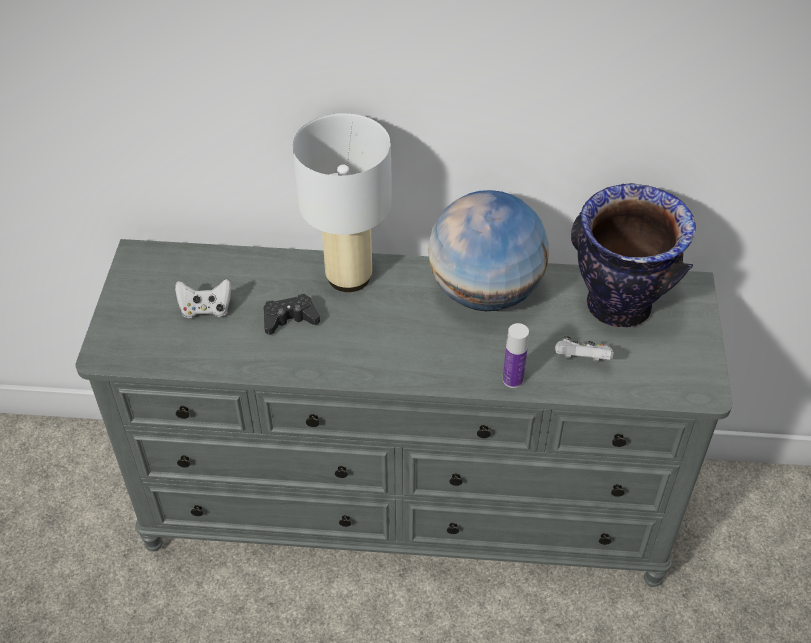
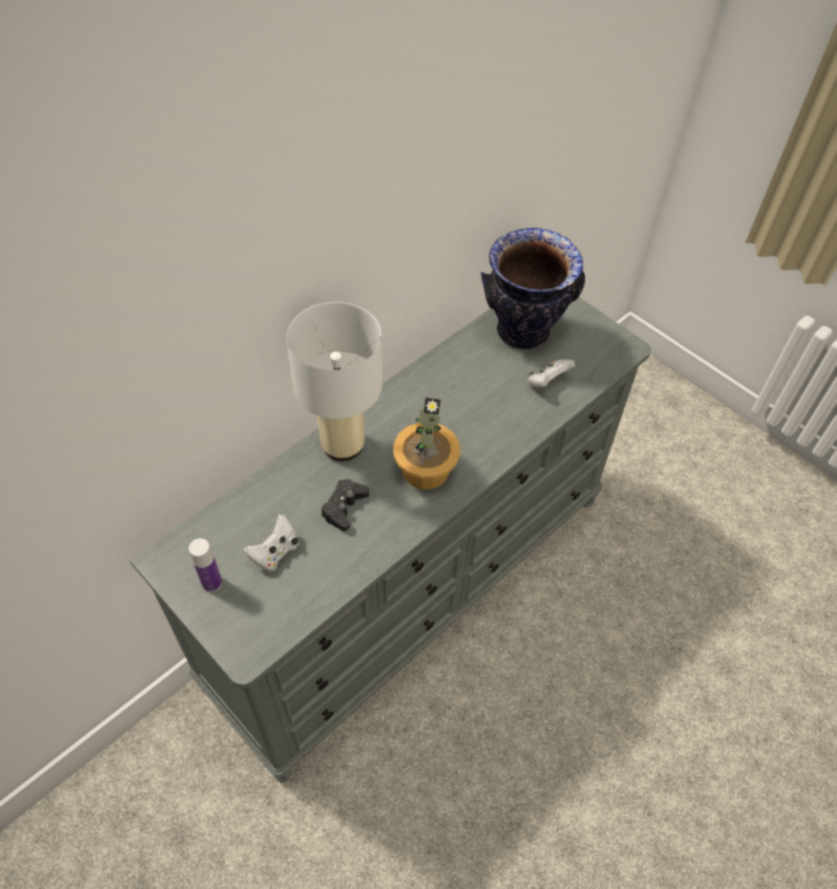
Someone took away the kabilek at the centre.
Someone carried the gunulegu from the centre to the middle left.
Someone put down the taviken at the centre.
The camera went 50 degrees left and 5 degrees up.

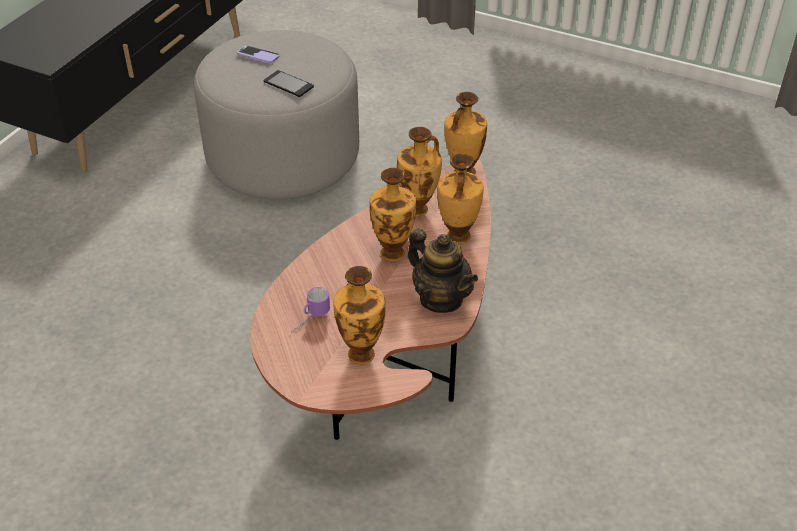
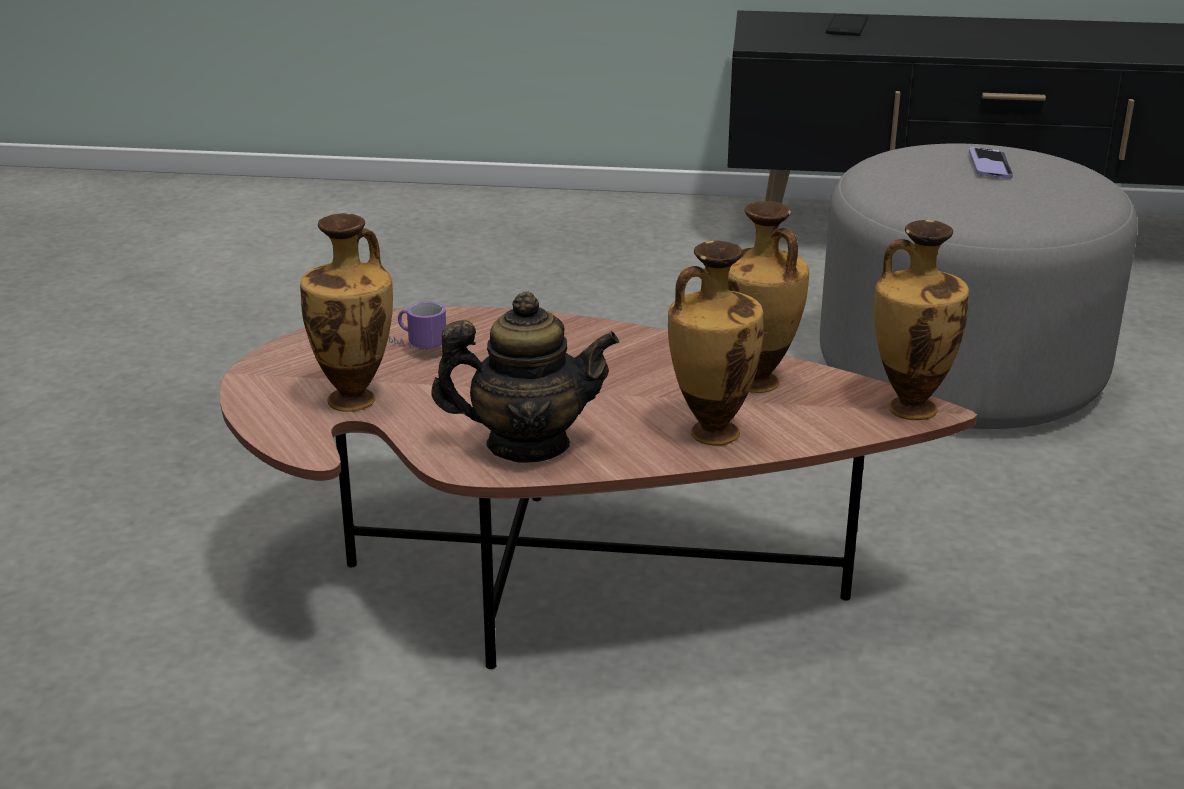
Someone carried the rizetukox (2nd from left in the first image) from the top centre to the top right.
Someone took away the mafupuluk (2nd from left) at the centre.
Someone rotated the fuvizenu at the centre by 120 degrees counterclockwise.
The camera went 70 degrees right and 15 degrees down.

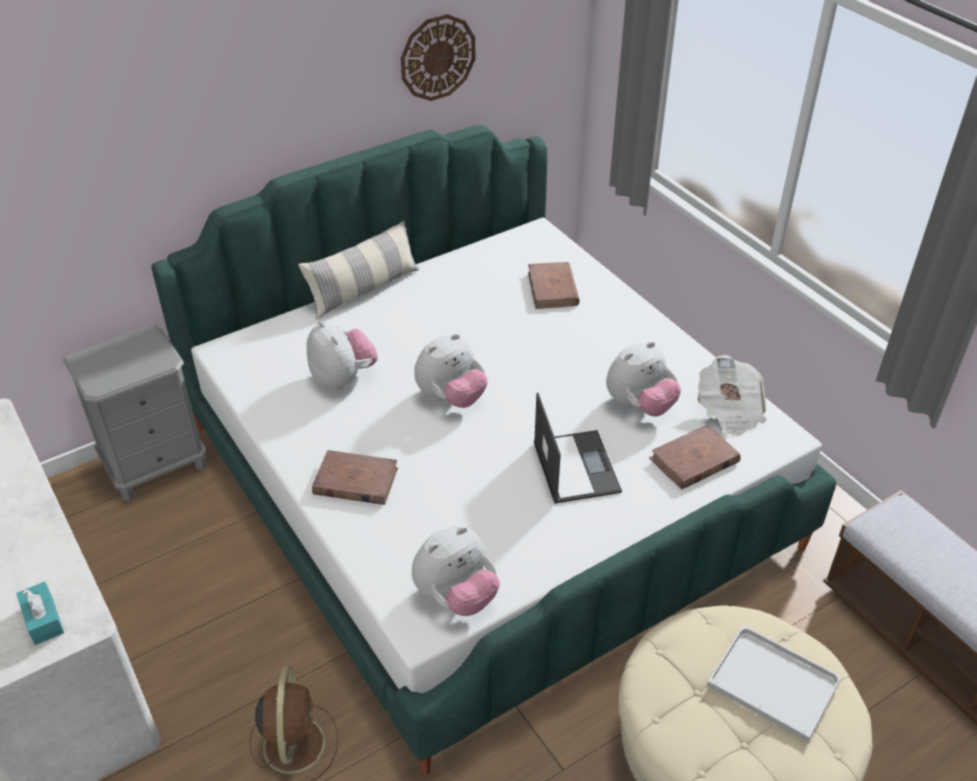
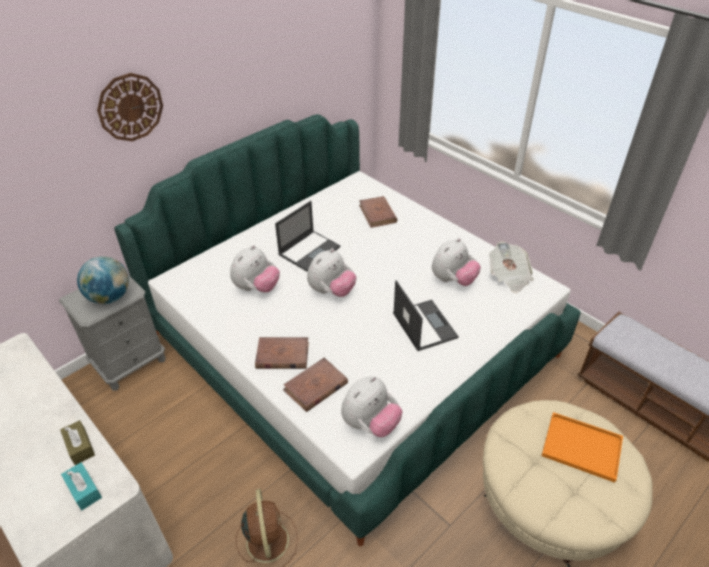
Someone took away the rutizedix at the centre.
Someone rotated the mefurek (1st from left) at the centre by 75 degrees clockwise.
Someone carried the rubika from the top centre to the top left.
Someone carried the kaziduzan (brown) (3rd from left in the first image) from the middle right to the bottom centre.
Someone repainted the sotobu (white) at the bottom right, which became the sotobu (orange) at the bottom right.
Someone put down the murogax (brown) at the bottom left.
Someone put down the kabilek at the middle left.
Someone put down the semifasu (1st from left) at the centre.
The camera went 10 degrees left and 0 degrees up.

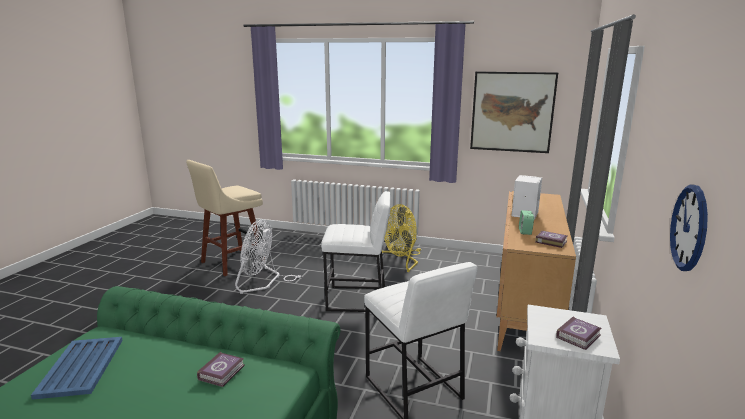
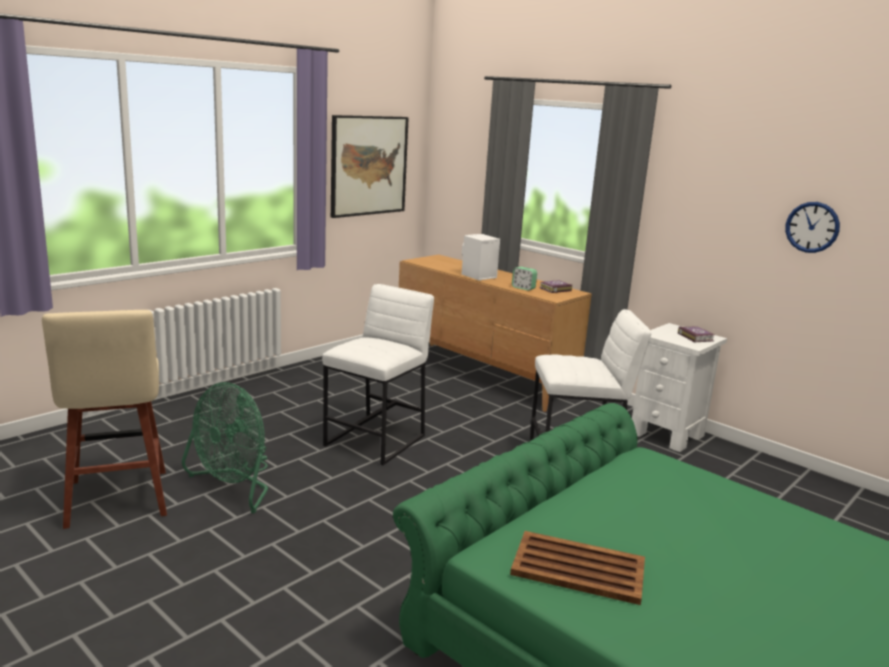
Someone repainted the sotobu (blue) at the bottom left, which became the sotobu (brown) at the bottom centre.
Someone took away the kaziduzan (1st from left) at the bottom left.
Someone repainted the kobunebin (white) at the centre, which became the kobunebin (green) at the bottom left.
Someone took away the kobunebin (yellow) at the centre.
The camera went 65 degrees left and 0 degrees up.

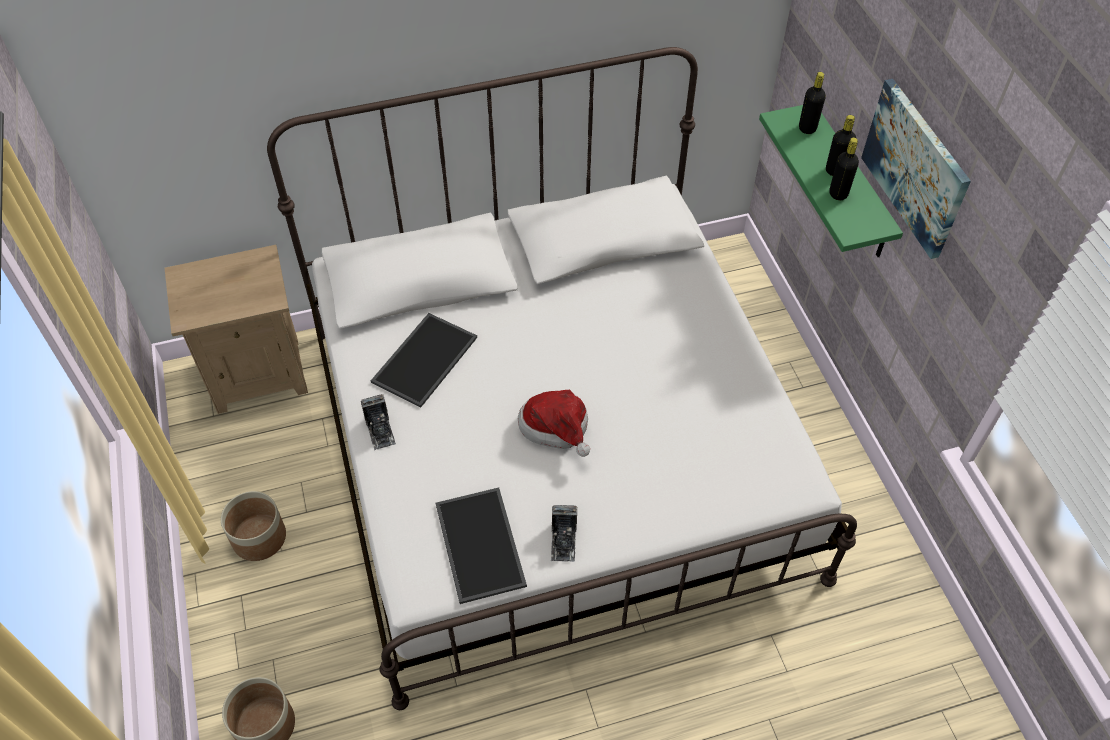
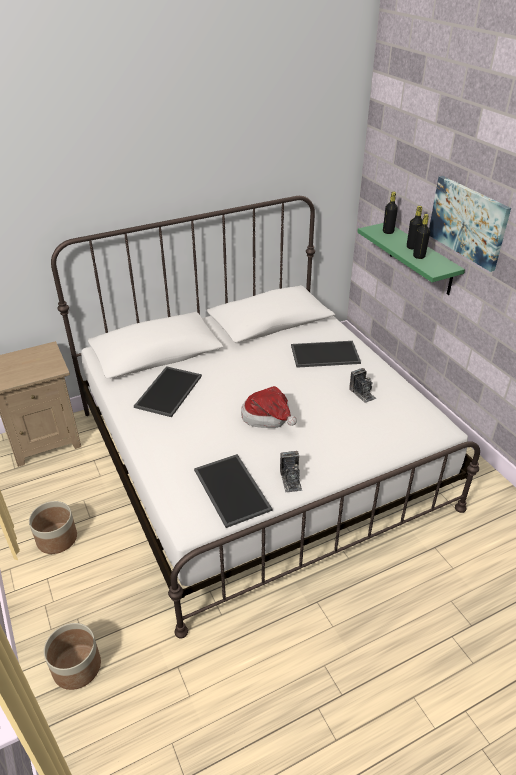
Someone carried the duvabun (1st from left in the first image) from the centre to the middle right.
Someone put down the sotobu (3rd from left) at the centre.
The camera went 10 degrees left and 15 degrees down.

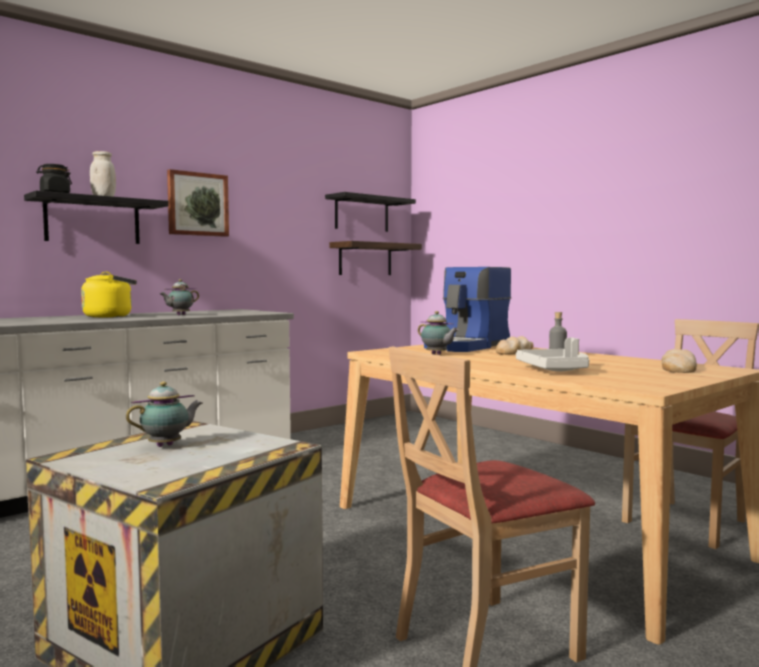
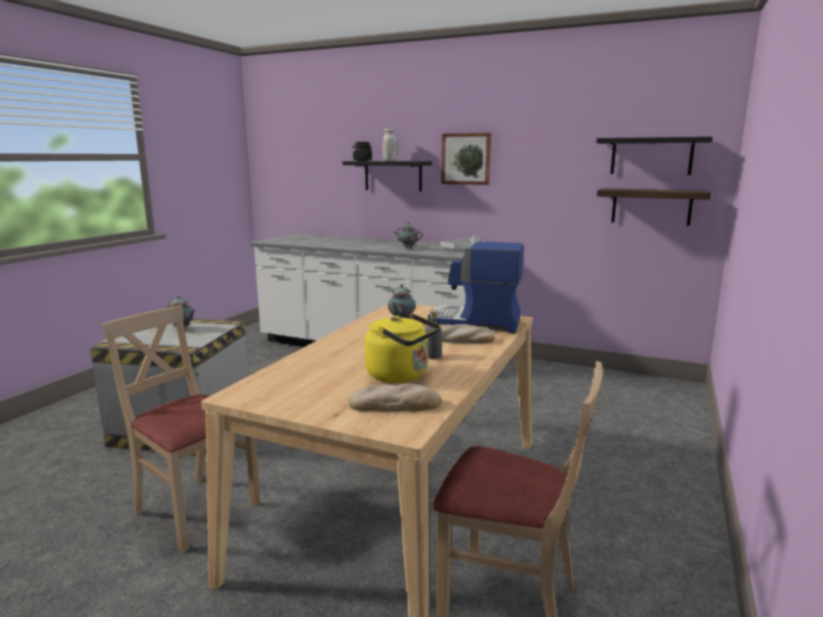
Someone carried the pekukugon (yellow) from the middle left to the centre.
Someone carried the sotobu (grey) from the middle right to the centre.
The camera went 65 degrees right and 10 degrees up.

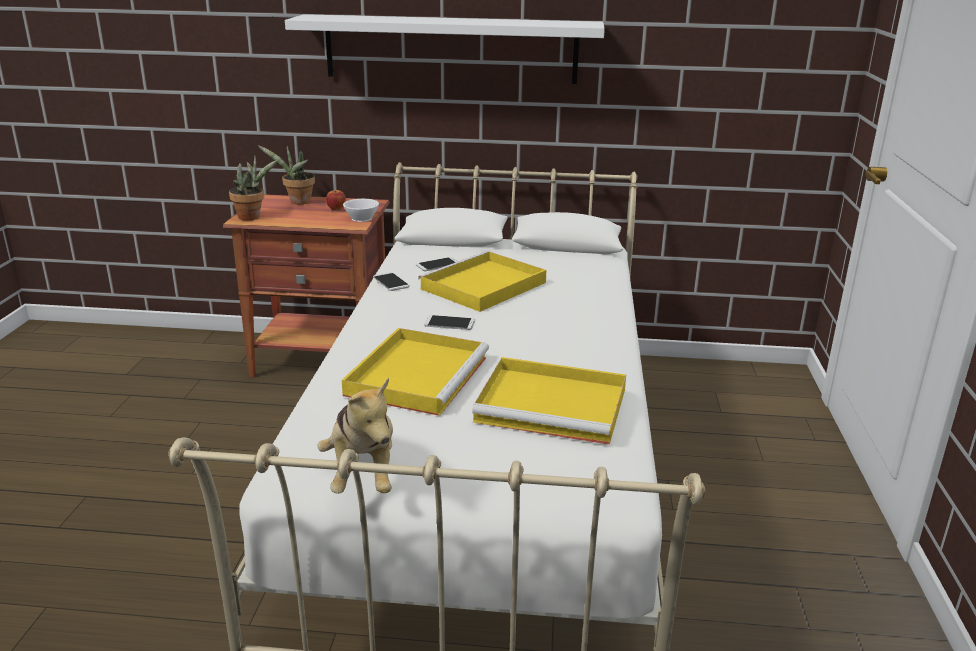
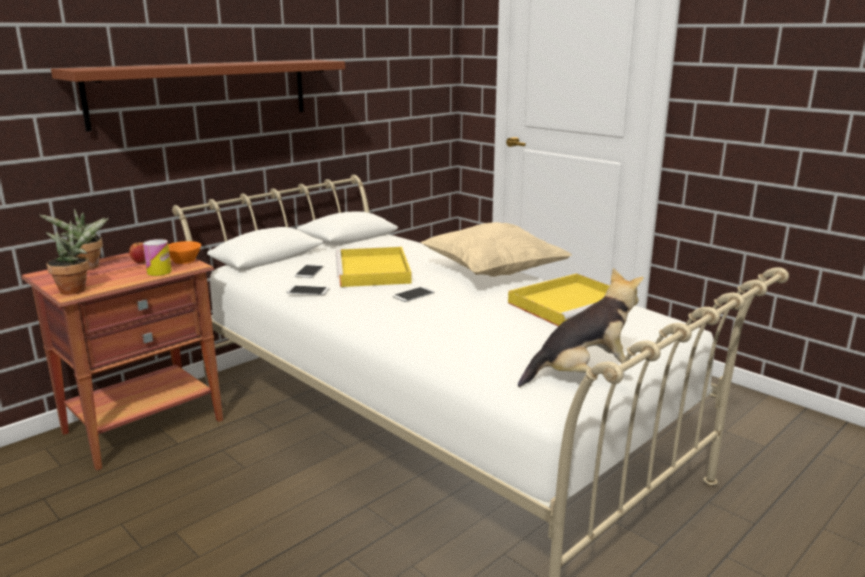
Someone repainted the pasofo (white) at the top centre, which became the pasofo (brown) at the top left.
Someone rotated the mefurek at the bottom centre by 45 degrees counterclockwise.
Someone took away the sotobu (yellow) (1st from left) at the centre.
Someone repainted the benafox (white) at the top centre, which became the benafox (orange) at the middle left.
Someone put down the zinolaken at the middle left.
Someone put down the rutizedix (beige) at the centre.
The camera went 50 degrees left and 5 degrees down.

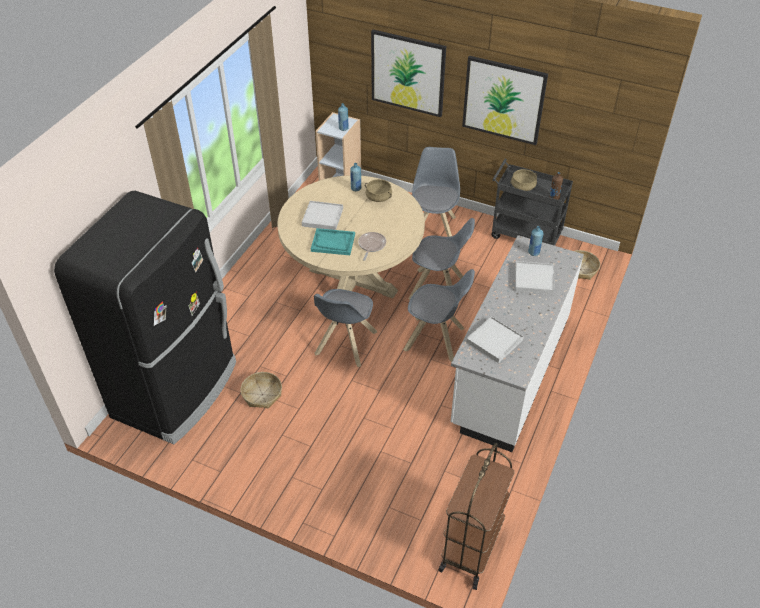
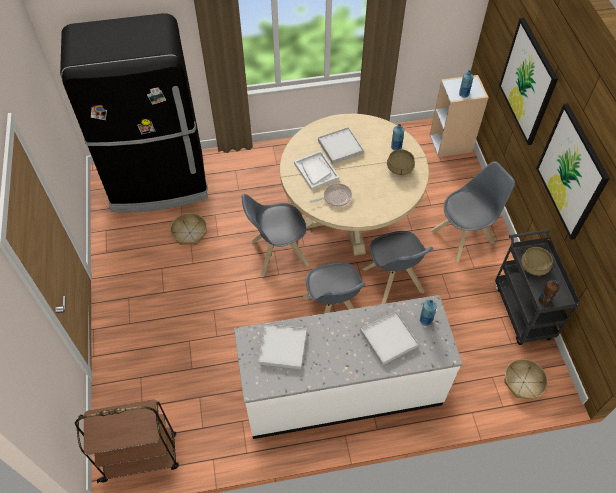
Someone repainted the sotobu (turquoise) at the centre, which became the sotobu (white) (2nd from left) at the centre.
The camera went 55 degrees right and 10 degrees up.

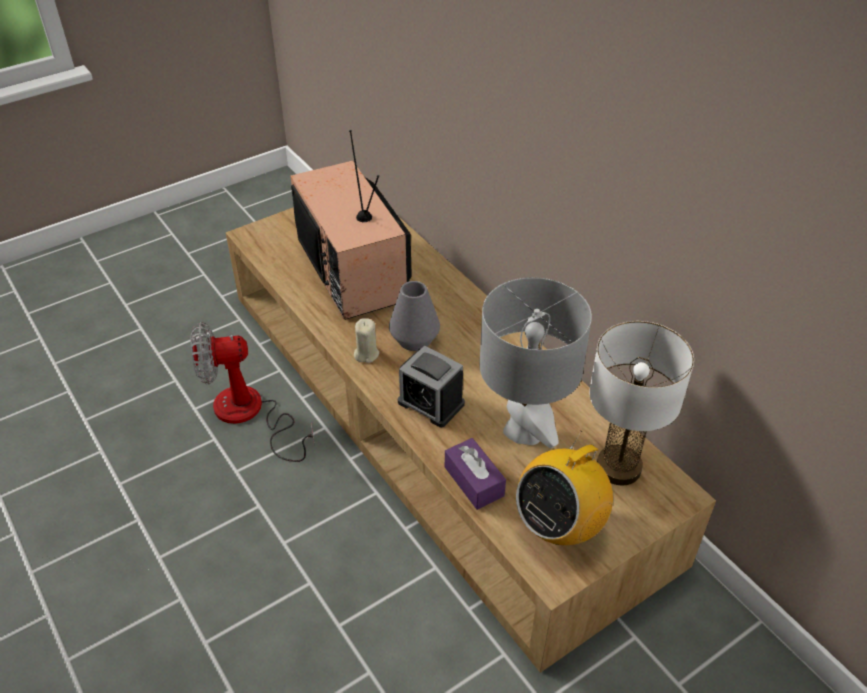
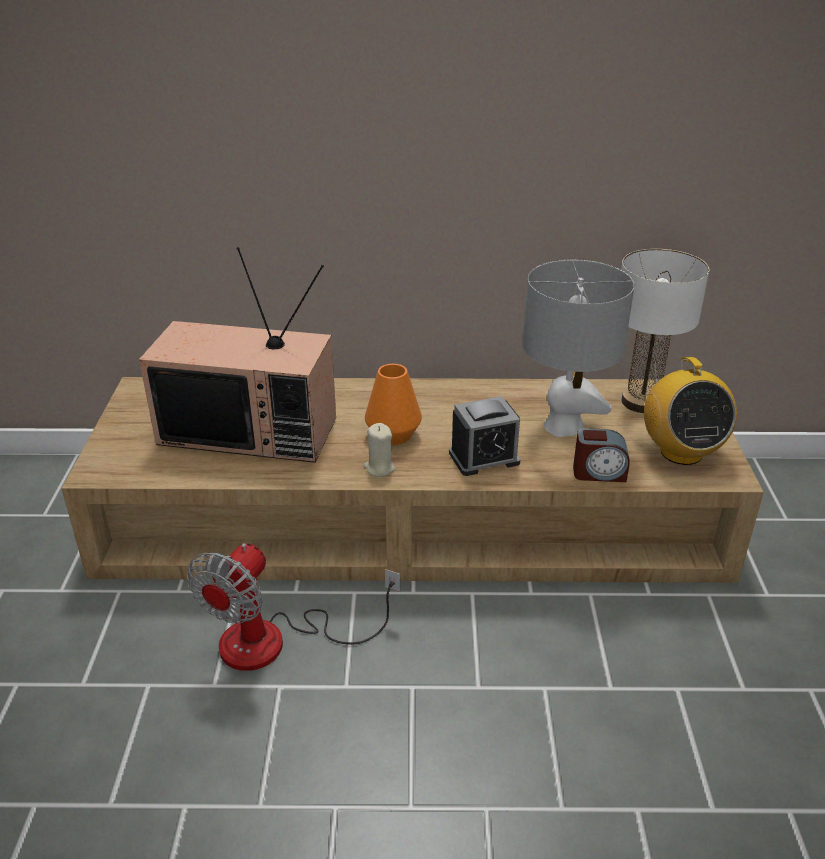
Someone repainted the mafupuluk (grey) at the centre, which became the mafupuluk (orange) at the centre.
Someone swapped the murogax (purple) at the bottom centre for the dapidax (2nd from left) at the middle right.
The camera went 55 degrees left and 10 degrees down.

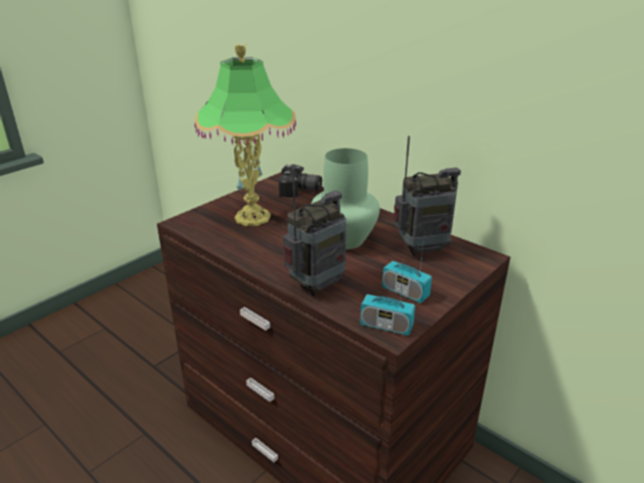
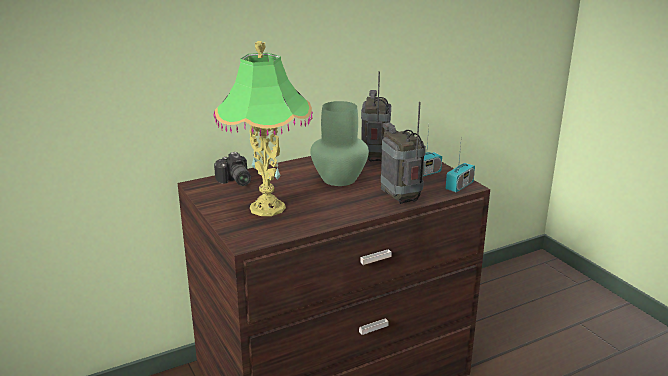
Someone rotated the duvabun at the centre by 120 degrees clockwise.
The camera went 70 degrees left and 5 degrees down.

